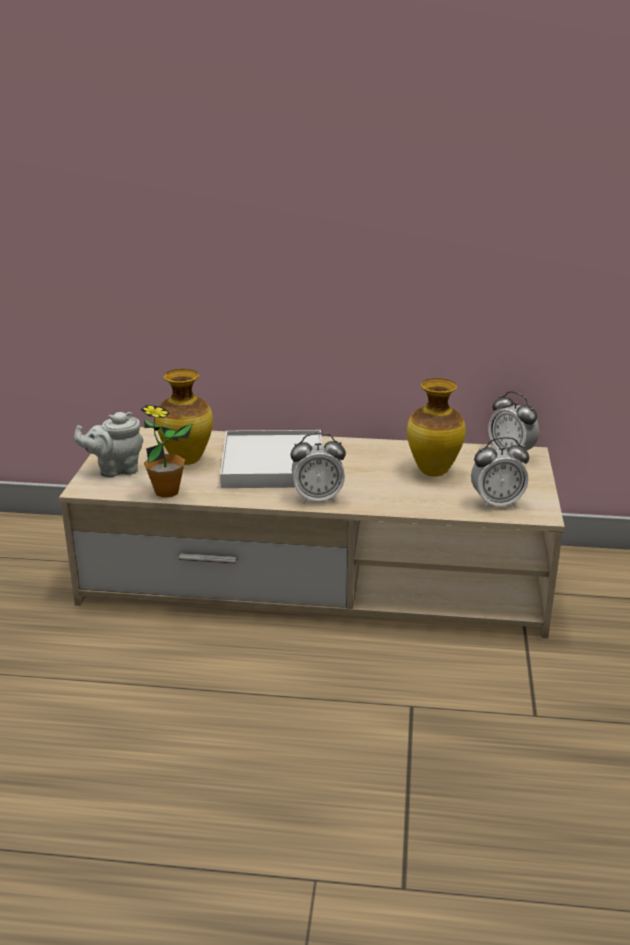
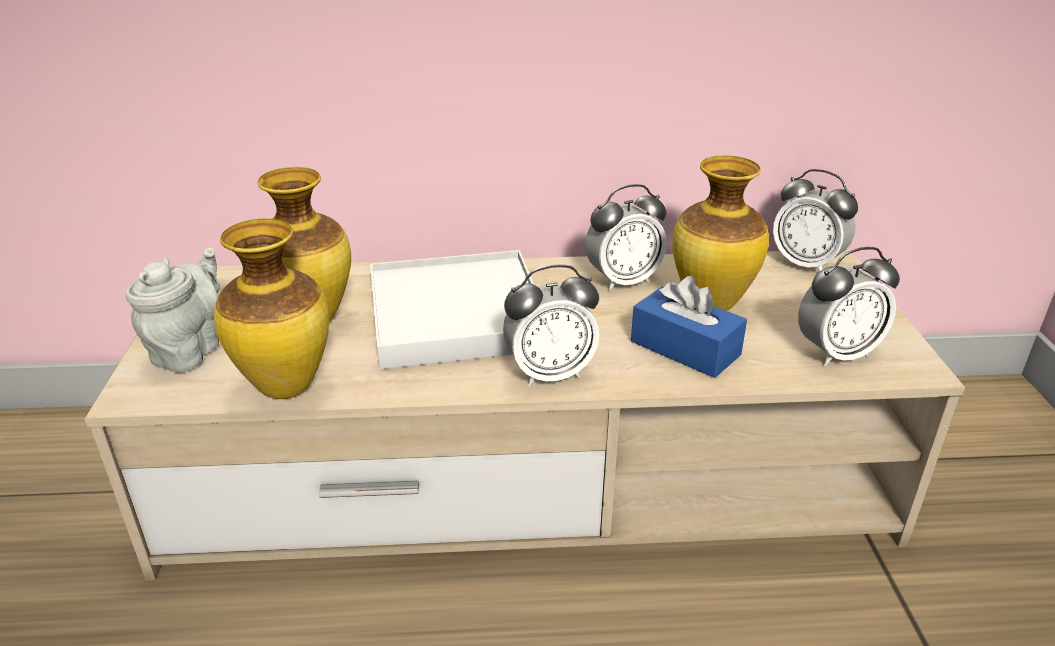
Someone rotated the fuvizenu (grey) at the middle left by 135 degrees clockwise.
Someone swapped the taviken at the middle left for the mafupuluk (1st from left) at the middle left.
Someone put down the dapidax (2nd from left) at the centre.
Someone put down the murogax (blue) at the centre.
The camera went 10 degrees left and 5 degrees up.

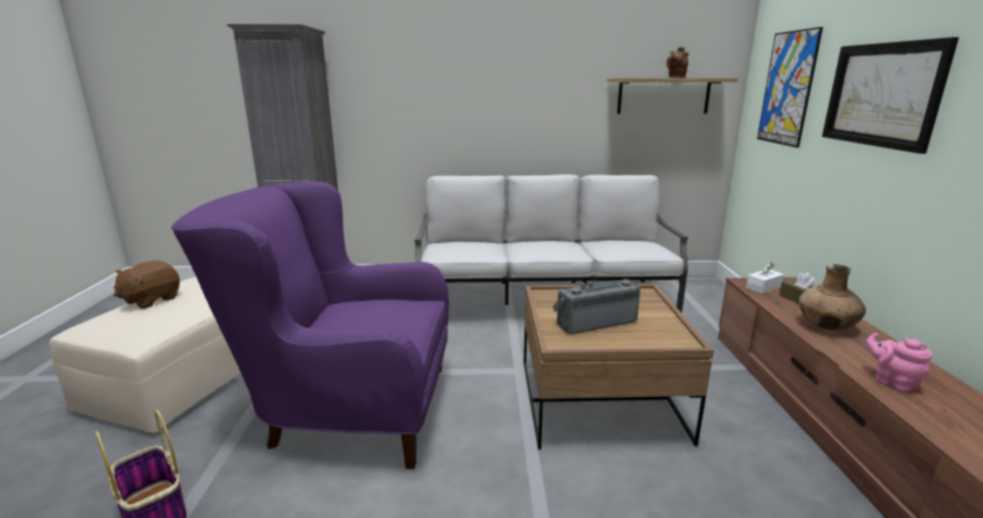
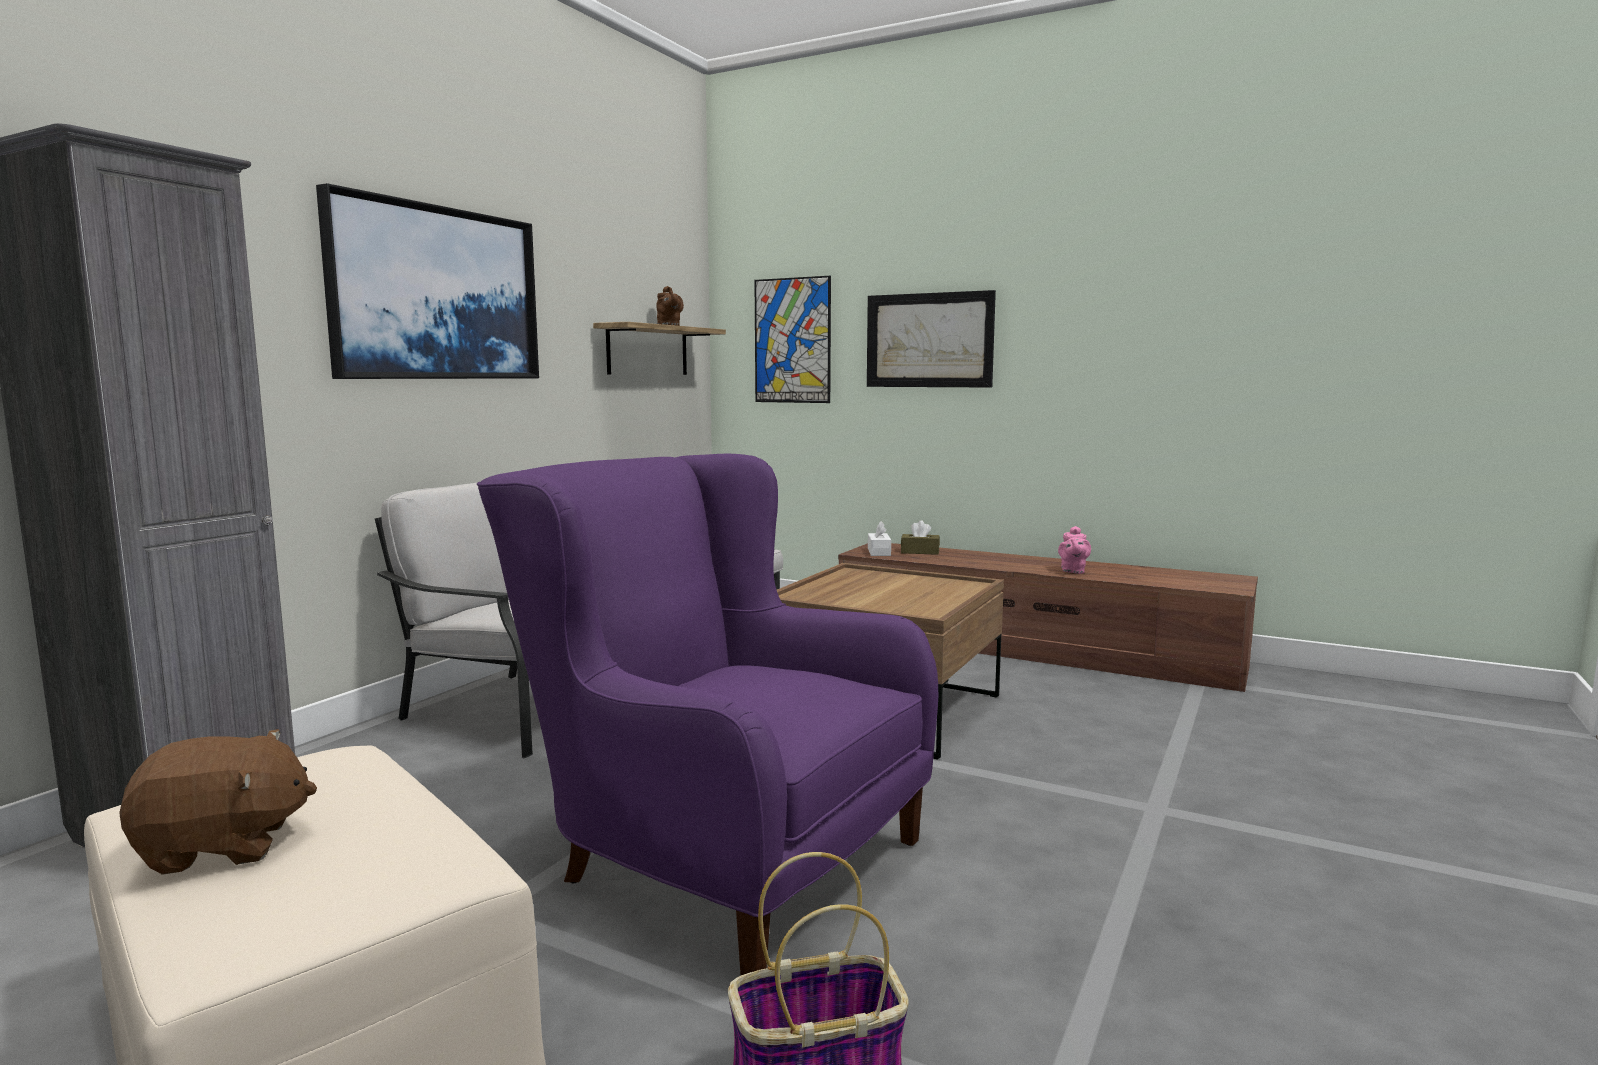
Someone rotated the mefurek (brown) at the middle left by 75 degrees counterclockwise.
Someone rotated the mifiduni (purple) at the middle left by 90 degrees clockwise.
Someone took away the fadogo at the centre.
Someone took away the mafupuluk (brown) at the middle right.
Someone rotated the fuvizenu (pink) at the bottom right by 75 degrees counterclockwise.
Someone put up the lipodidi (1st from left) at the top left.
The camera went 60 degrees left and 10 degrees down.

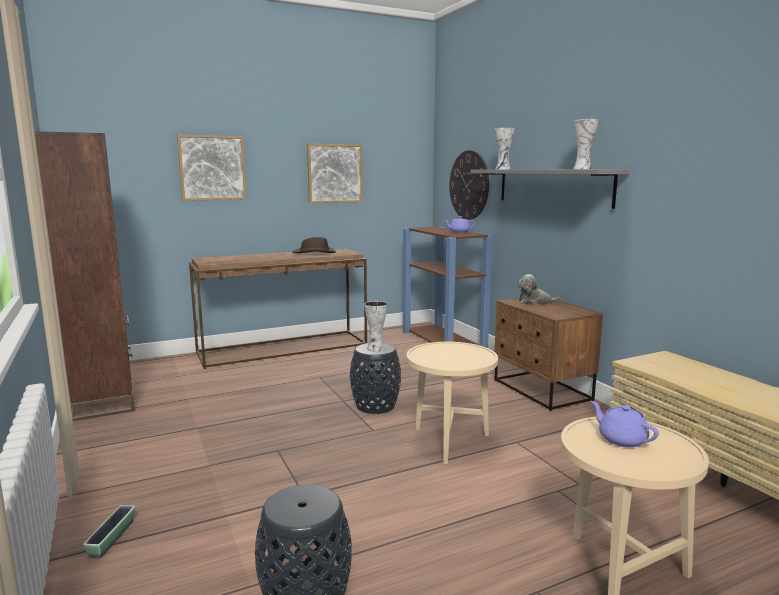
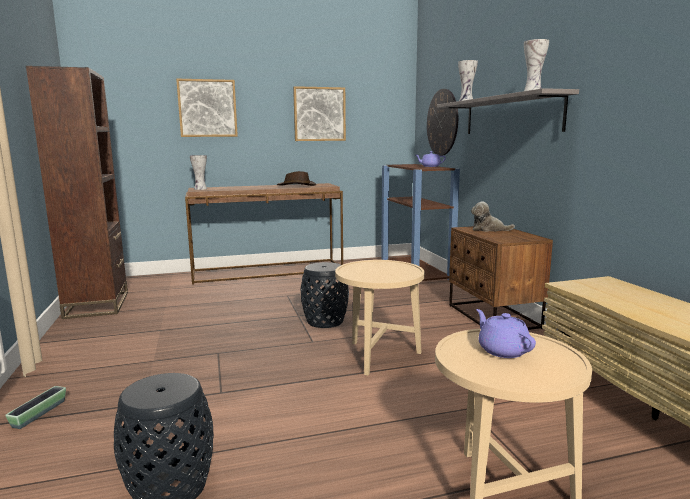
Someone carried the mafupuluk (1st from left) from the centre to the middle left.
The camera went 10 degrees right and 0 degrees up.

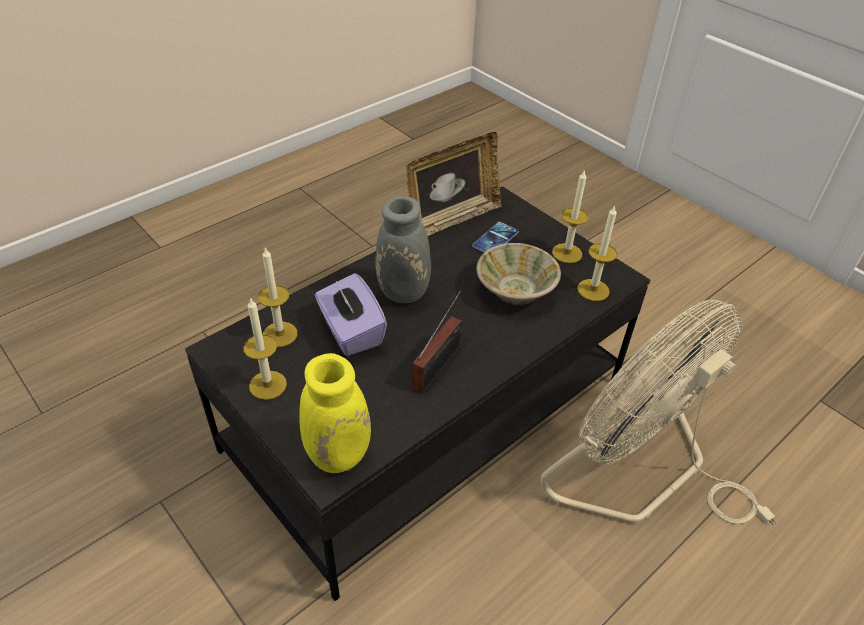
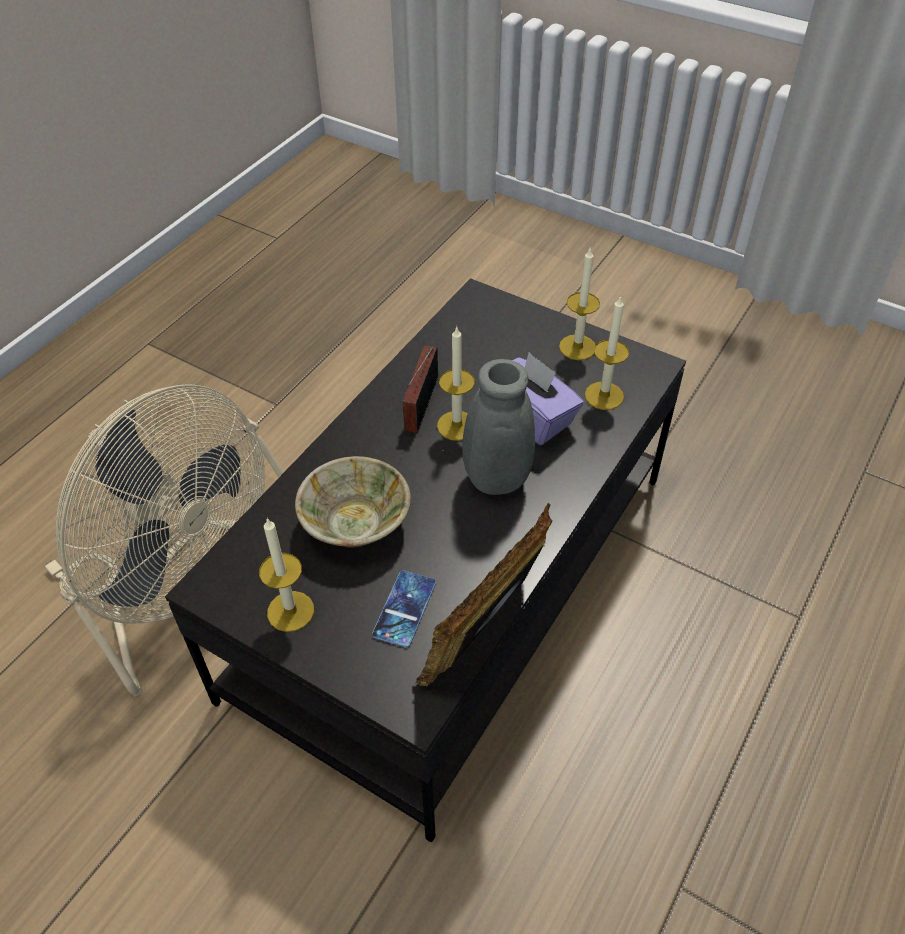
Someone took away the mafupuluk (yellow) at the centre.
Someone carried the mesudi (4th from left in the first image) from the middle right to the centre.
The camera went 165 degrees right and 5 degrees up.

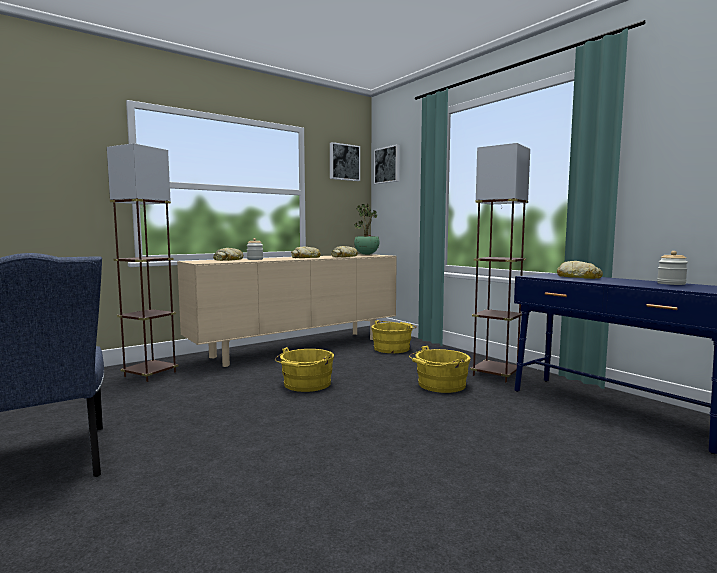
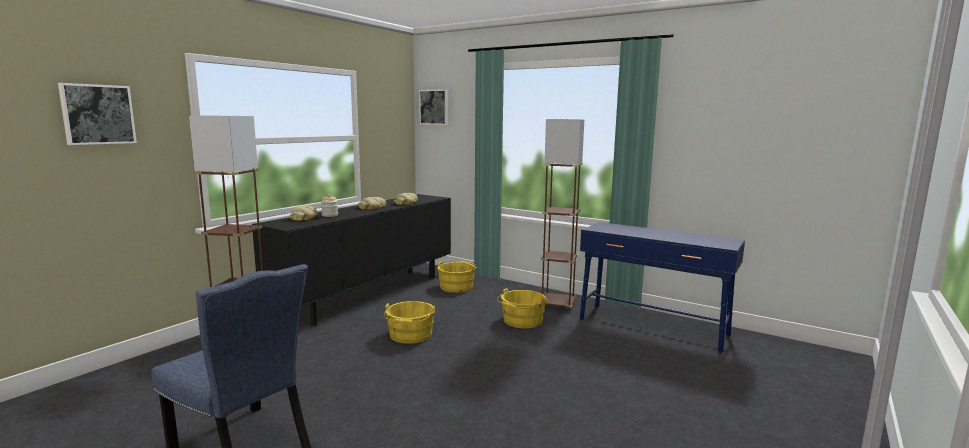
Someone repainted the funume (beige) at the centre, which became the funume (black) at the centre.
Someone carried the lipodidi (1st from left) from the top centre to the top left.
Someone took away the taviken at the centre.
Someone took away the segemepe (4th from left) at the middle right.
Someone took away the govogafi (2nd from left) at the middle right.
The camera went 20 degrees left and 5 degrees up.

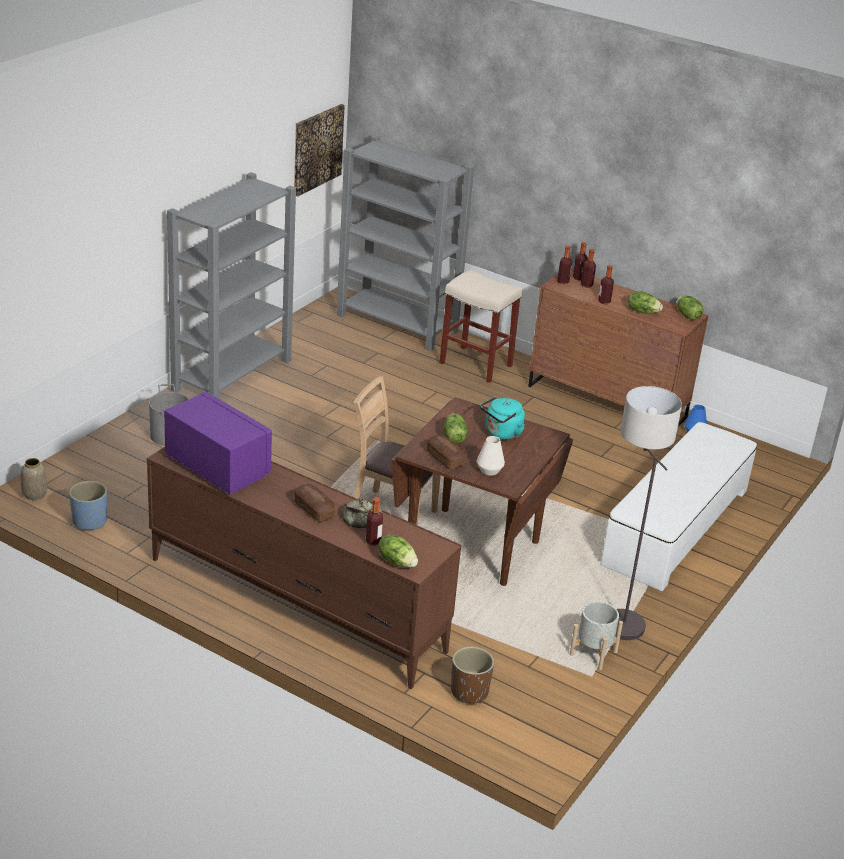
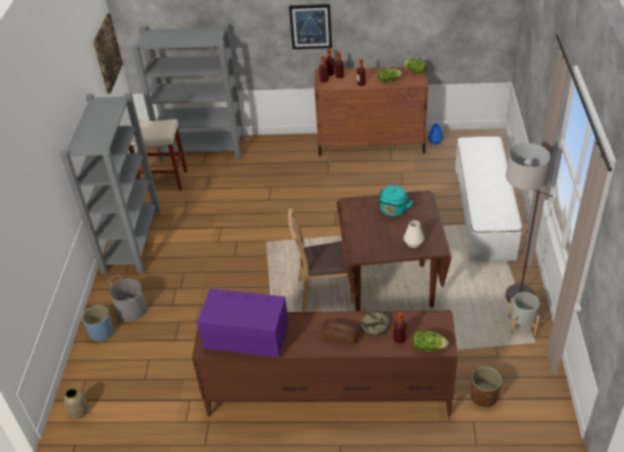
Someone carried the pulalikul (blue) from the middle left to the bottom left.
Someone took away the segemepe (3rd from left) at the centre.
Someone carried the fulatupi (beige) from the centre to the middle left.
Someone took away the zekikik (2nd from left) at the centre.
Someone put up the lipodidi (2nd from left) at the top centre.
The camera went 25 degrees left and 10 degrees up.

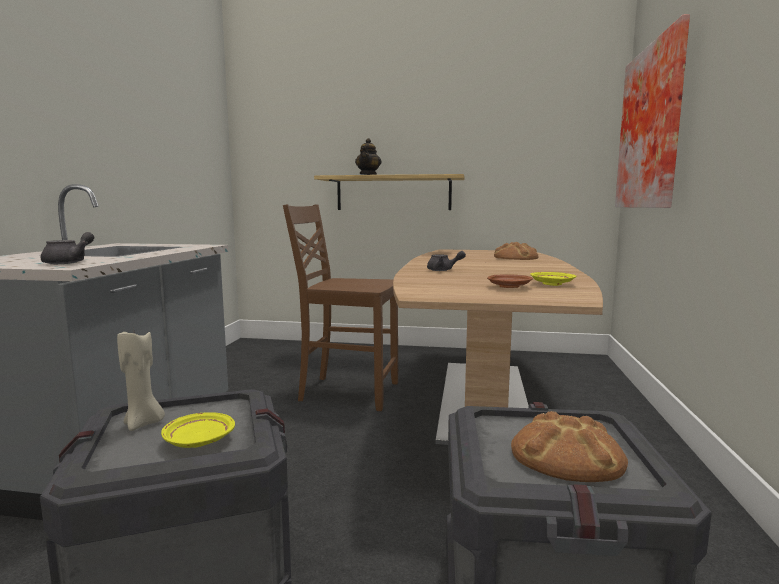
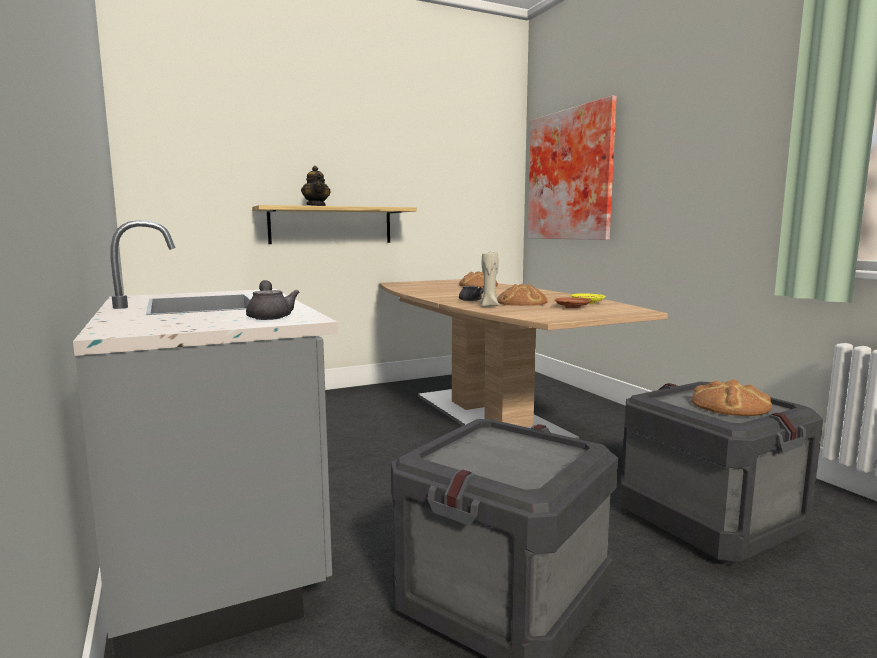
Someone carried the mesudi (beige) from the middle left to the centre.
Someone took away the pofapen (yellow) (1st from left) at the bottom left.
Someone took away the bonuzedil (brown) at the centre.
Someone put down the segemepe (2nd from left) at the centre.
The camera went 35 degrees left and 0 degrees up.

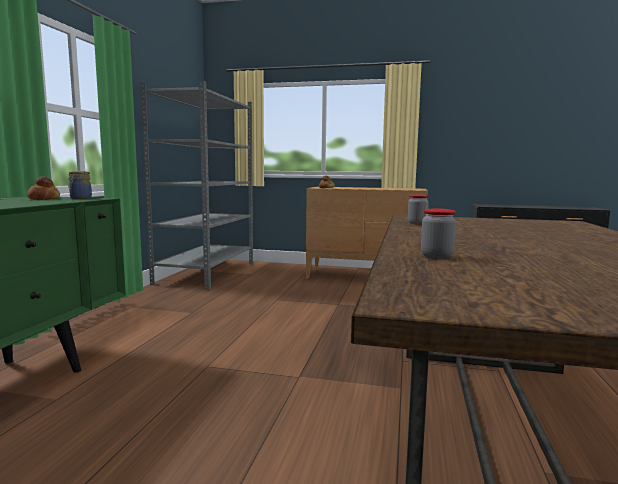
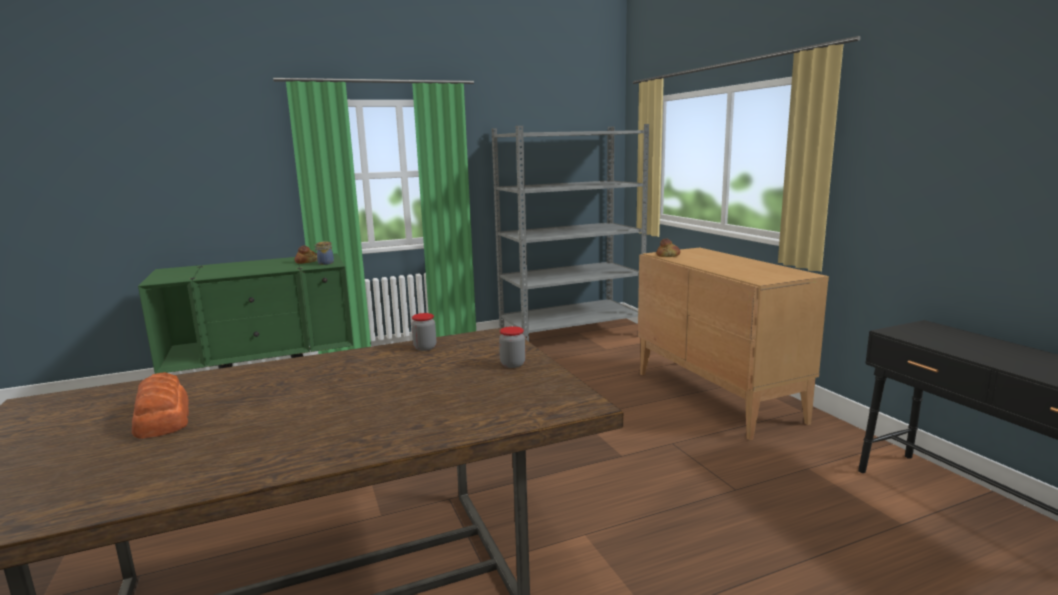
Someone carried the govogafi (3rd from left) from the middle right to the centre.
Someone put down the segemepe (1st from left) at the bottom left.
The camera went 55 degrees right and 5 degrees up.

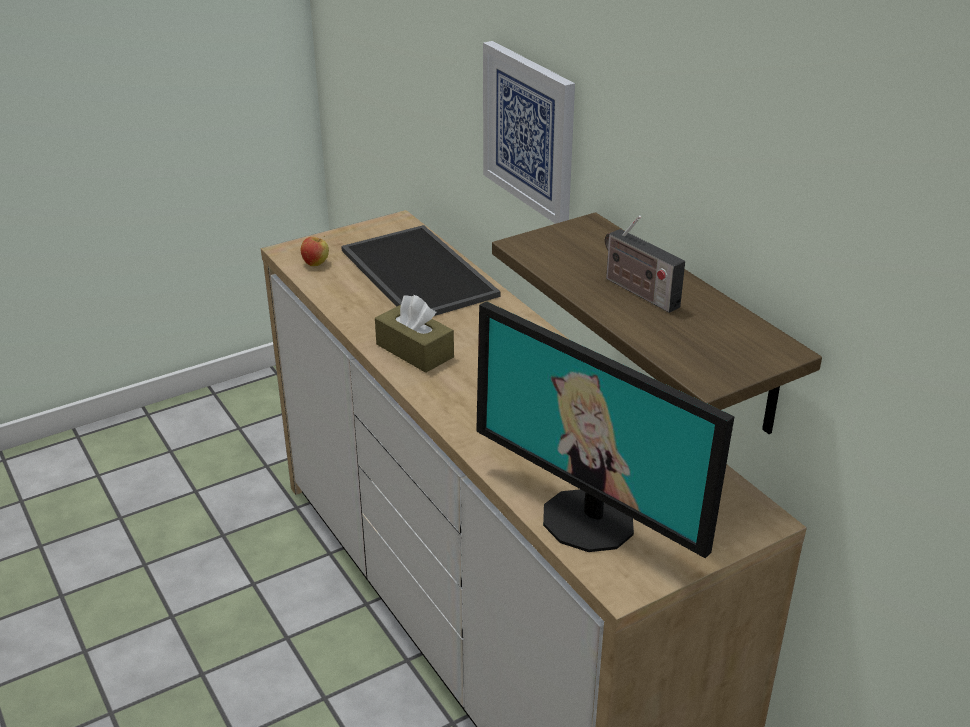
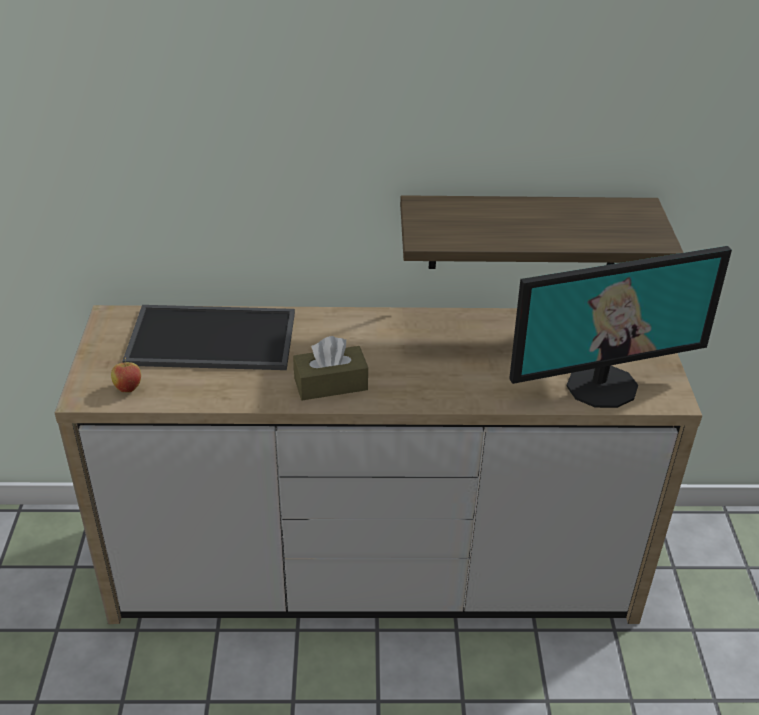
Someone took away the lipodidi at the top centre.
Someone took away the fadogo at the centre.
The camera went 60 degrees left and 5 degrees up.

